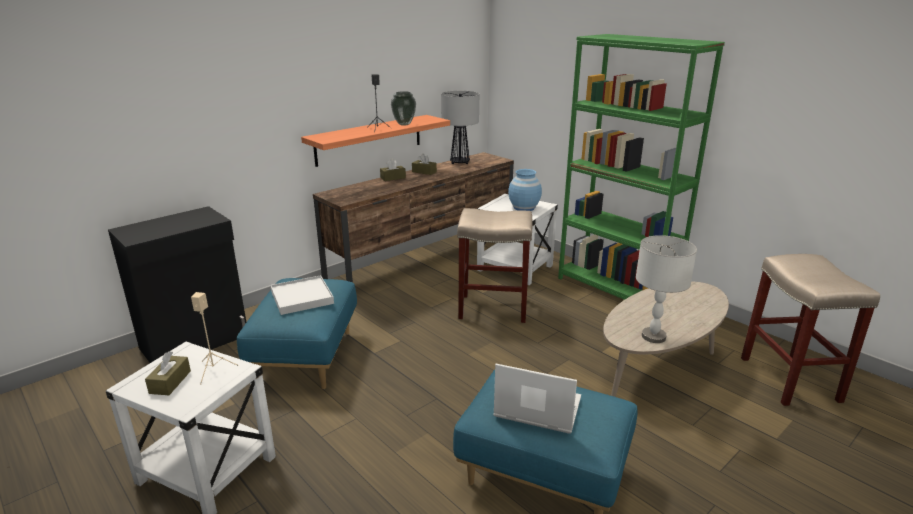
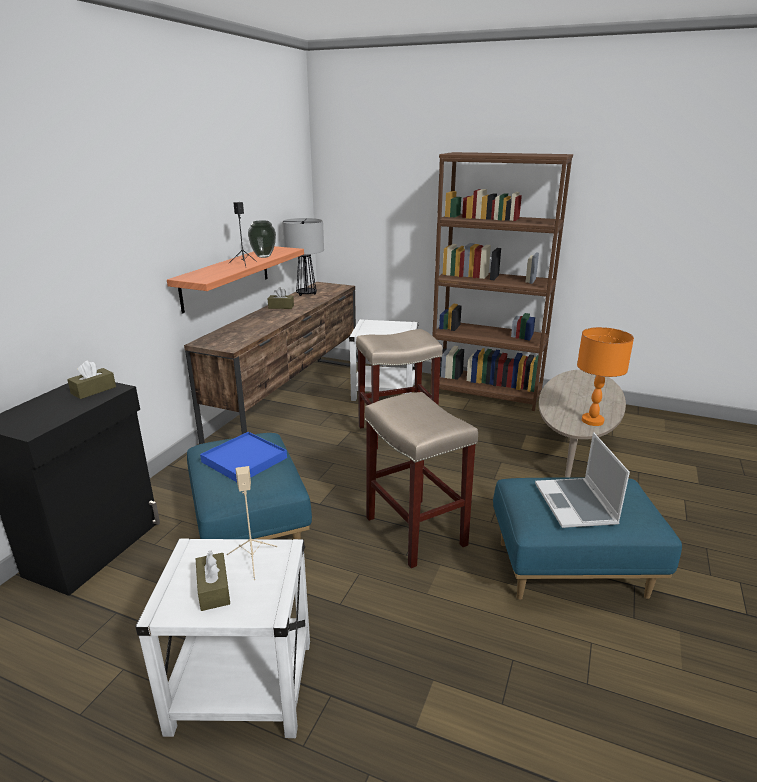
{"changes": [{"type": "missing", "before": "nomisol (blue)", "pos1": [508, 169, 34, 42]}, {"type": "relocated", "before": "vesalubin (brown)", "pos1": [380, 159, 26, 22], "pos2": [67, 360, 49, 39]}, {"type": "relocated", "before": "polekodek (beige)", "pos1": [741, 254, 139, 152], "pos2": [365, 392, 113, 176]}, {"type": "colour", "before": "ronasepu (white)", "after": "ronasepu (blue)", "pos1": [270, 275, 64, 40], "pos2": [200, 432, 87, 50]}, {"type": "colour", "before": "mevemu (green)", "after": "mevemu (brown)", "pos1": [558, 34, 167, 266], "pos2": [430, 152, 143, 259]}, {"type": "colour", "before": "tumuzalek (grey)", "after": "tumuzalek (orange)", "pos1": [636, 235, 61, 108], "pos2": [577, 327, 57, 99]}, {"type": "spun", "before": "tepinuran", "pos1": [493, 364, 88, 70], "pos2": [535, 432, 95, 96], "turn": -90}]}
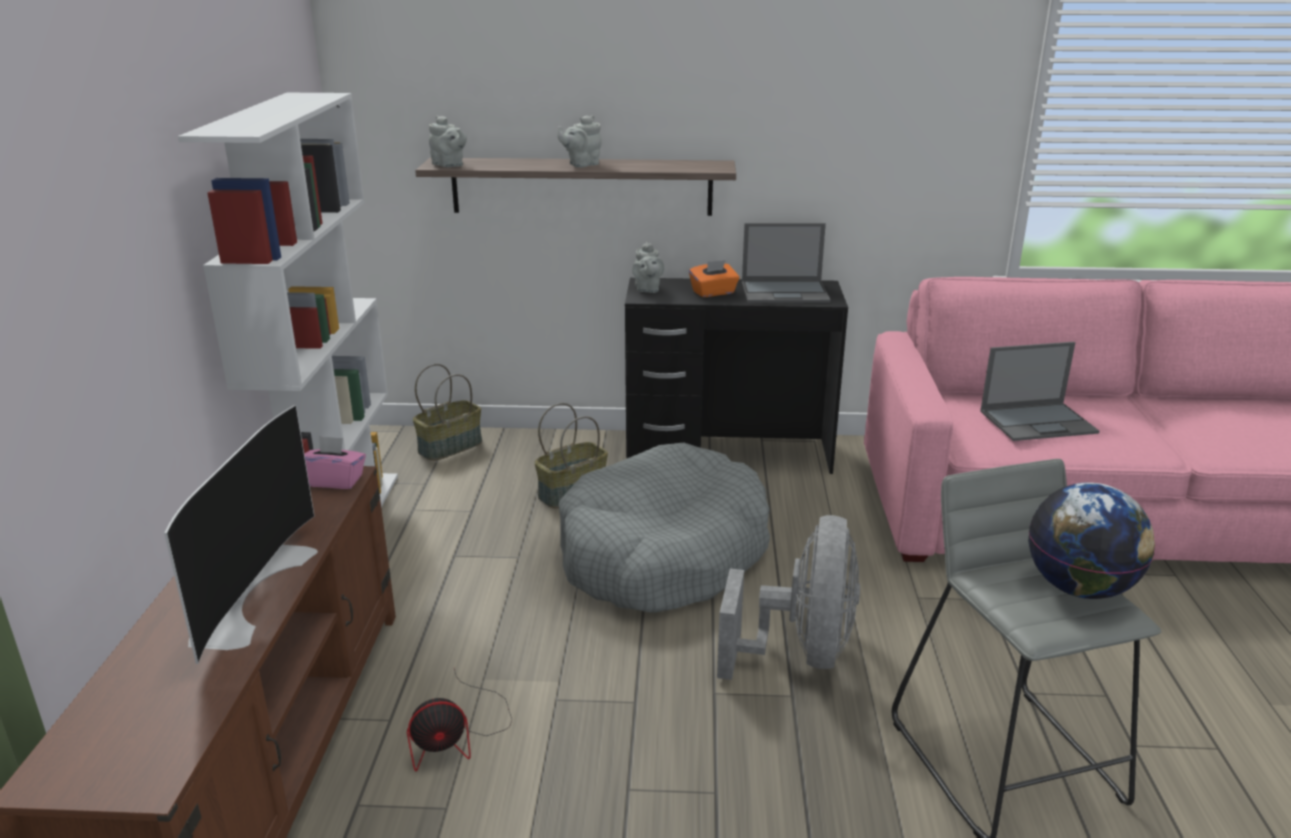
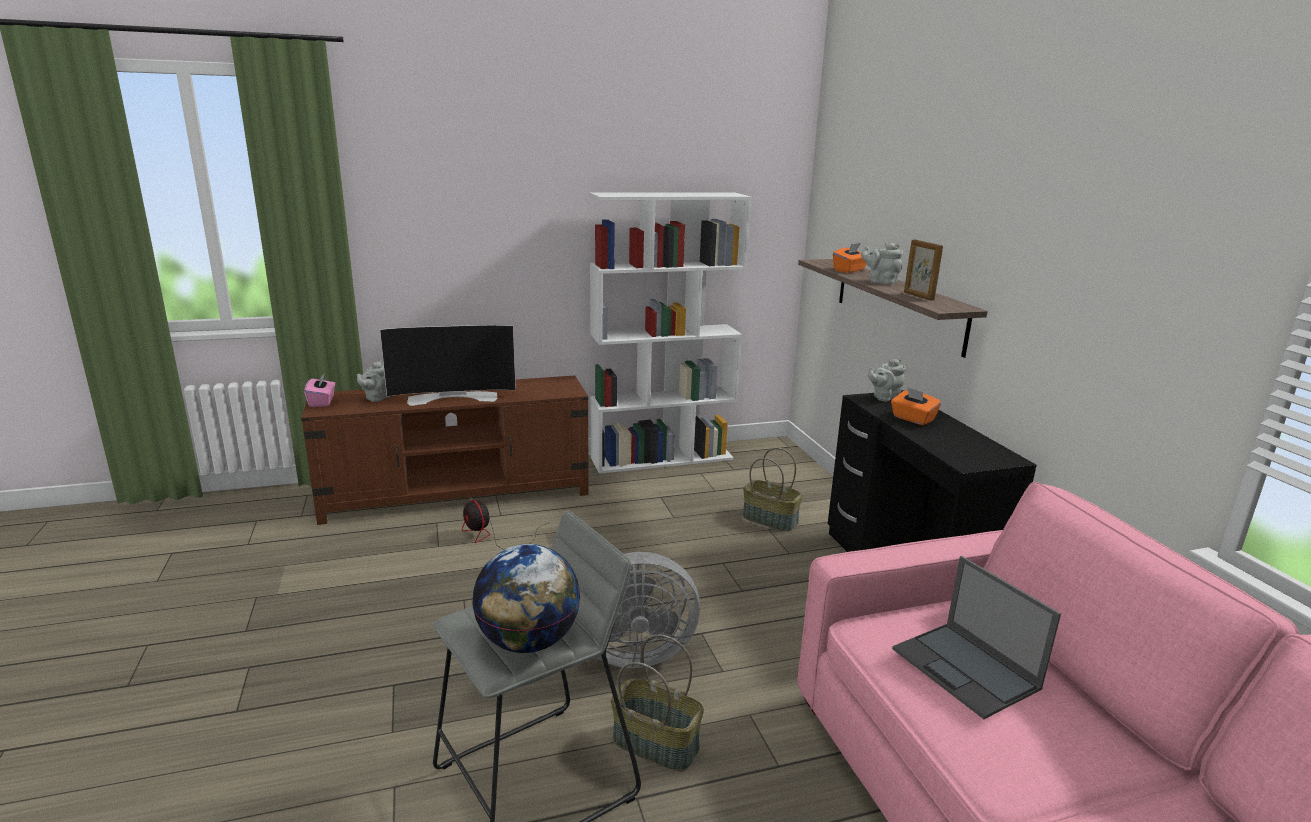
{"changes": [{"type": "missing", "before": "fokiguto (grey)", "pos1": [558, 443, 212, 169]}, {"type": "missing", "before": "tepinuran", "pos1": [742, 223, 89, 80]}, {"type": "appeared", "after": "vesalubin (orange)", "pos2": [833, 243, 33, 30]}, {"type": "appeared", "after": "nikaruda", "pos2": [904, 240, 39, 61]}, {"type": "relocated", "before": "vesalubin (pink)", "pos1": [304, 436, 62, 53], "pos2": [304, 373, 31, 34]}, {"type": "relocated", "before": "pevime", "pos1": [413, 364, 69, 97], "pos2": [611, 634, 93, 138]}, {"type": "relocated", "before": "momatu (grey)", "pos1": [429, 116, 38, 51], "pos2": [357, 361, 33, 41]}]}
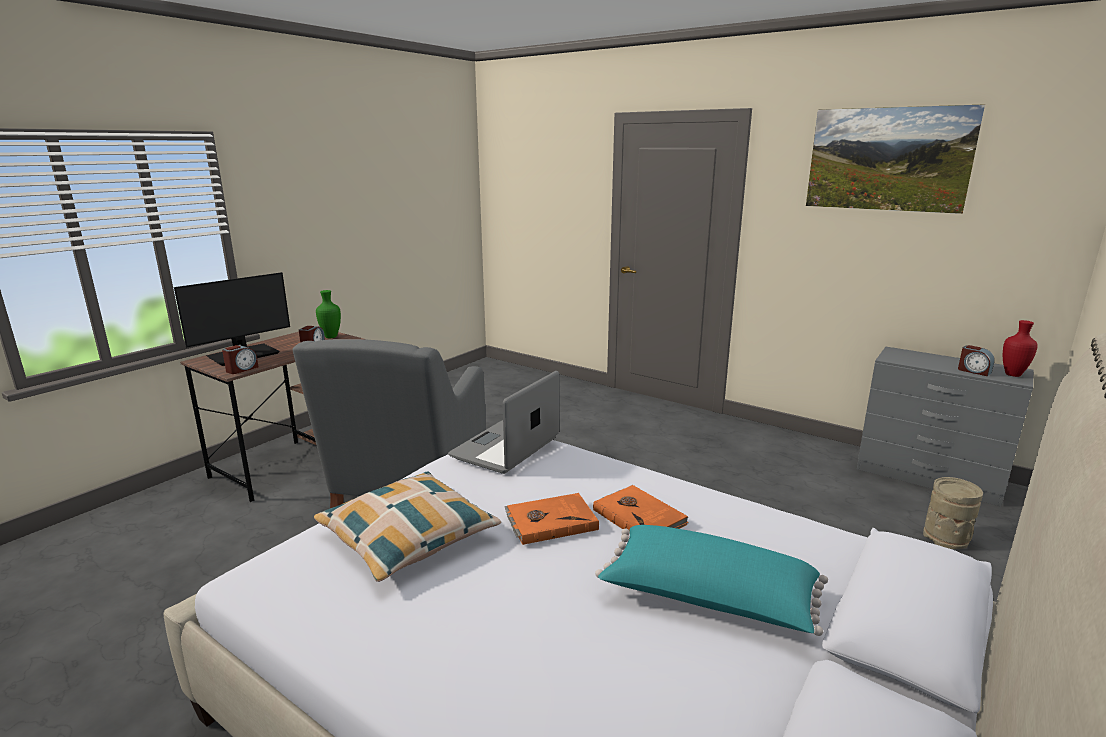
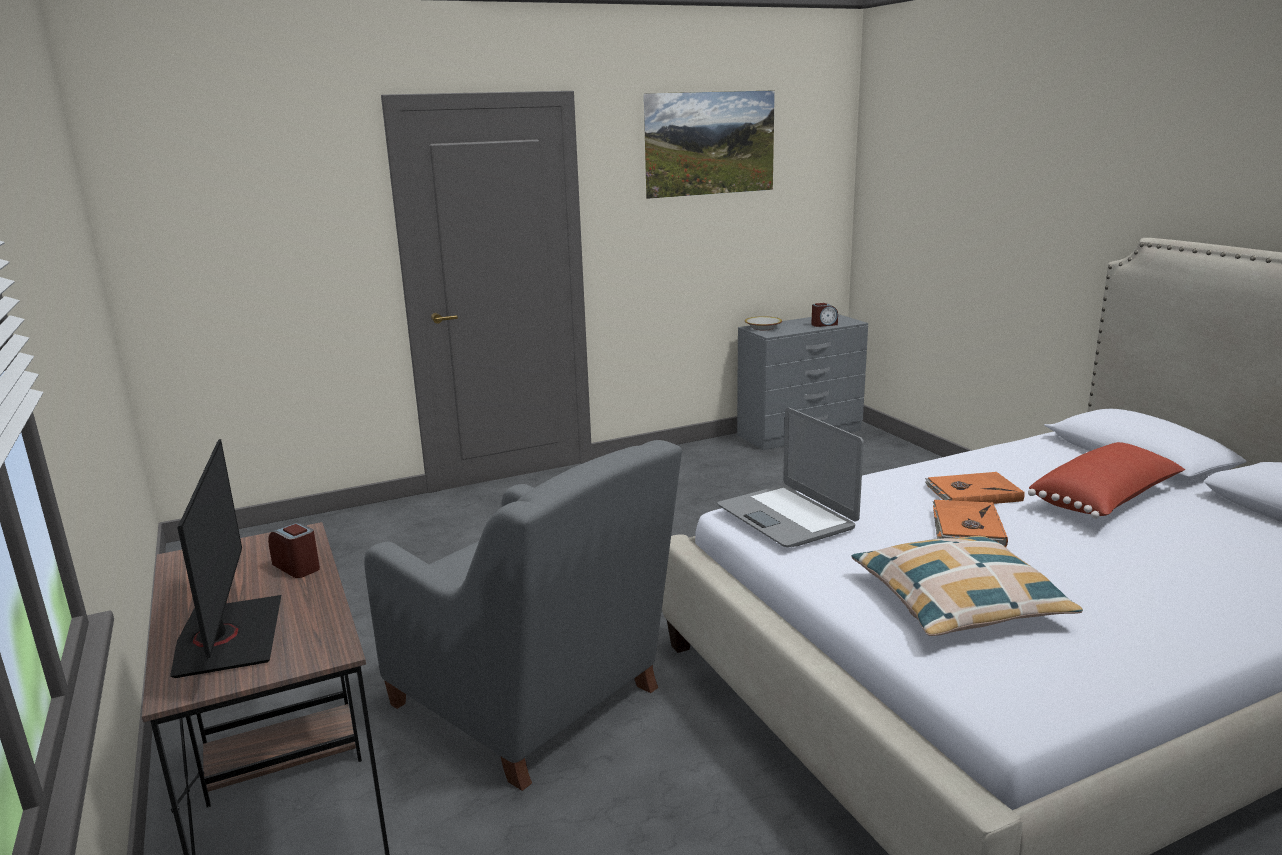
{"changes": [{"type": "missing", "before": "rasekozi", "pos1": [222, 345, 36, 29]}, {"type": "missing", "before": "nomisol (green)", "pos1": [316, 290, 25, 48]}, {"type": "missing", "before": "nomisol (beige)", "pos1": [923, 477, 60, 72]}, {"type": "missing", "before": "nomisol (red)", "pos1": [1003, 320, 35, 57]}, {"type": "appeared", "after": "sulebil", "pos2": [745, 316, 37, 14]}, {"type": "colour", "before": "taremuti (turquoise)", "after": "taremuti (red)", "pos1": [595, 525, 233, 111], "pos2": [1028, 442, 157, 77]}]}
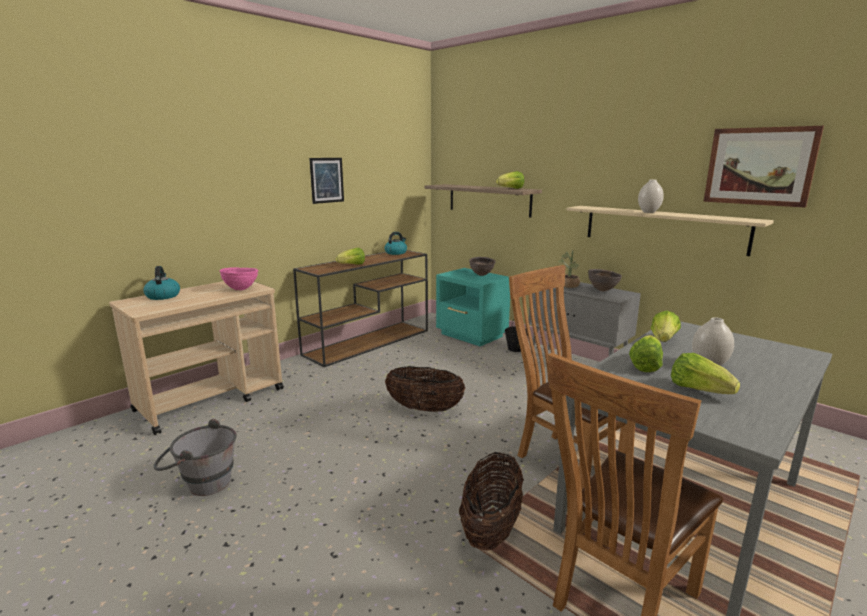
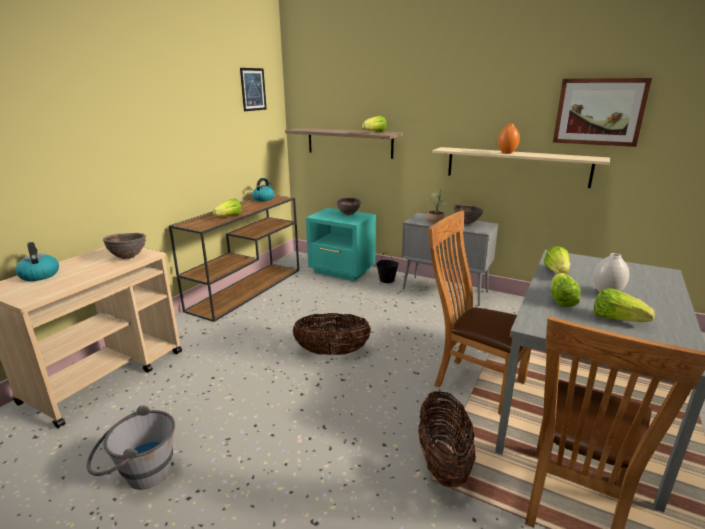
{"changes": [{"type": "relocated", "before": "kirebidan", "pos1": [309, 158, 35, 46], "pos2": [240, 68, 27, 43]}, {"type": "colour", "before": "sulebil (pink)", "after": "sulebil (brown)", "pos1": [220, 267, 38, 23], "pos2": [103, 233, 43, 26]}, {"type": "colour", "before": "nomisol (white)", "after": "nomisol (orange)", "pos1": [638, 180, 26, 33], "pos2": [498, 124, 22, 30]}]}
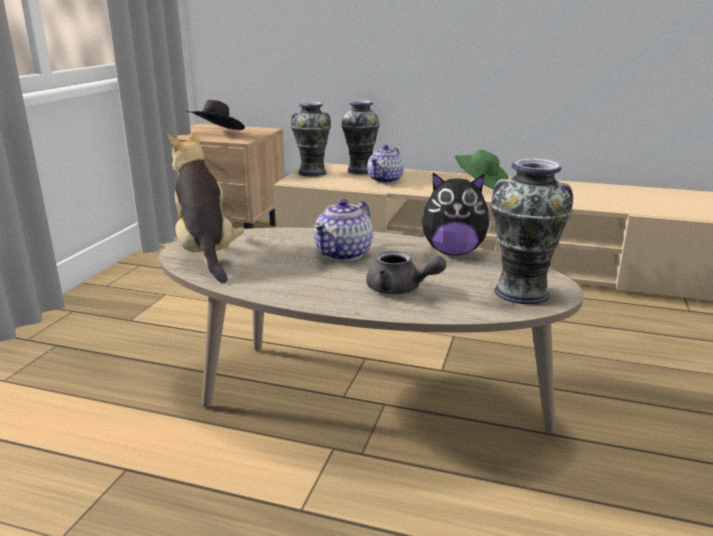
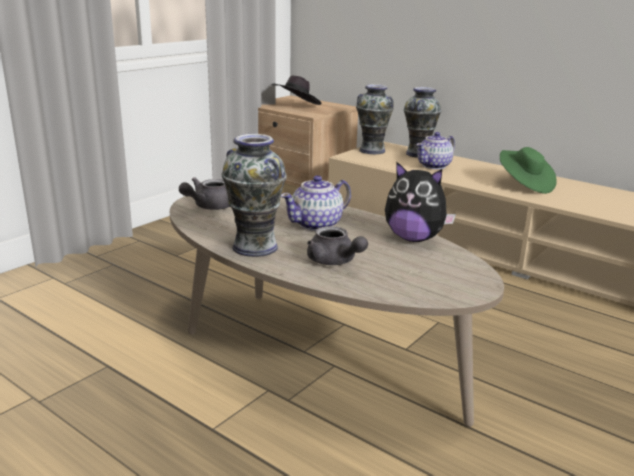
{"changes": [{"type": "relocated", "before": "nomisol", "pos1": [490, 159, 83, 145], "pos2": [221, 134, 66, 123]}, {"type": "exchanged", "before": "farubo", "after": "momatu (grey)", "pos1": [167, 132, 77, 151], "pos2": [179, 177, 51, 33]}]}
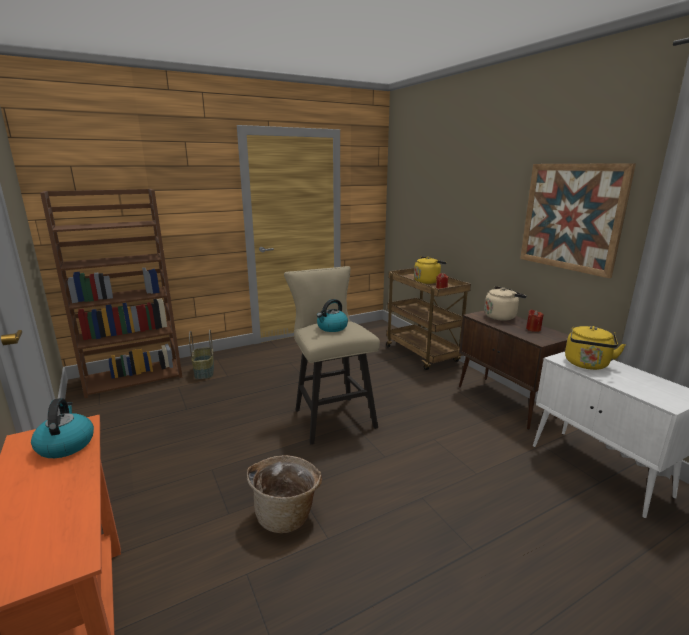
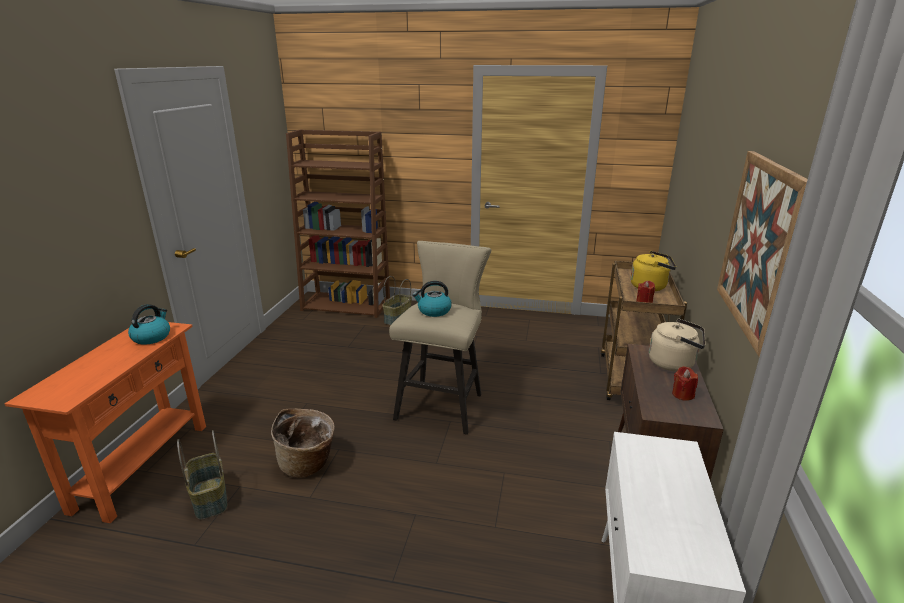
{"changes": [{"type": "missing", "before": "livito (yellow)", "pos1": [565, 326, 61, 44]}, {"type": "appeared", "after": "pevime", "pos2": [177, 430, 50, 90]}]}
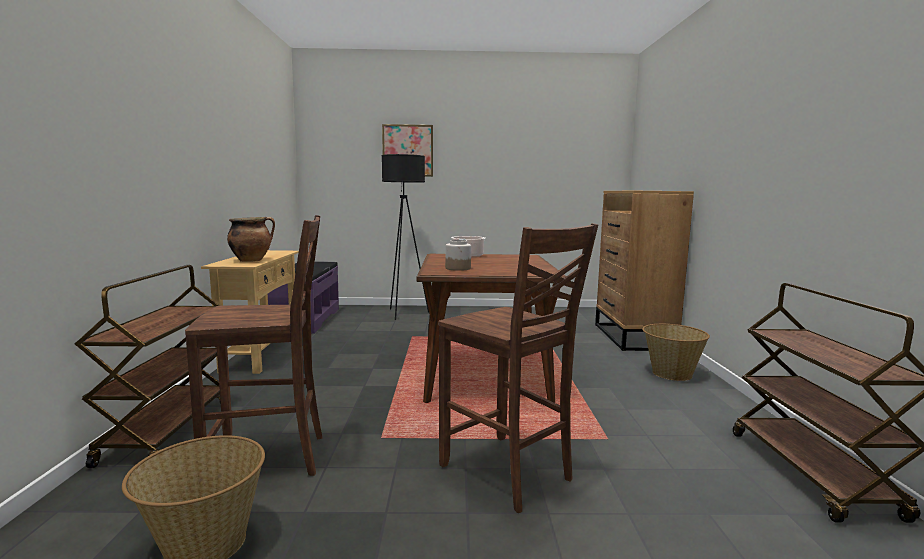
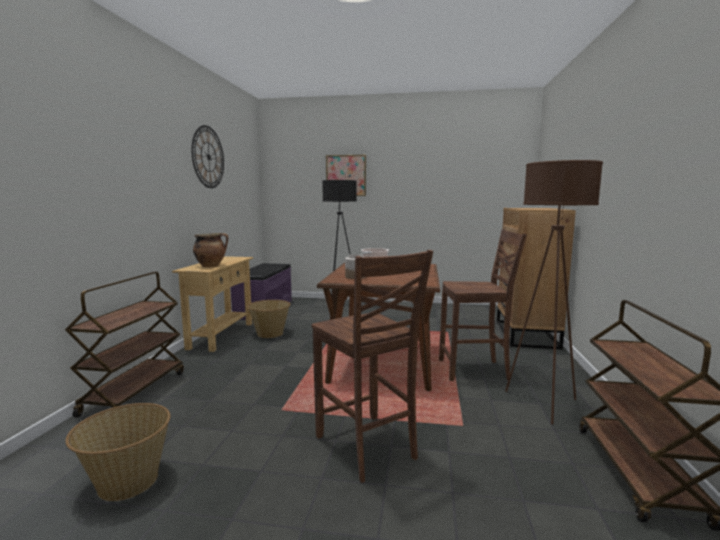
{"changes": [{"type": "appeared", "after": "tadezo", "pos2": [192, 125, 32, 63]}, {"type": "appeared", "after": "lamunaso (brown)", "pos2": [505, 160, 98, 264]}, {"type": "relocated", "before": "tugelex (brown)", "pos1": [185, 215, 137, 261], "pos2": [439, 229, 88, 152]}, {"type": "relocated", "before": "pevime", "pos1": [642, 324, 68, 57], "pos2": [247, 300, 44, 38]}]}
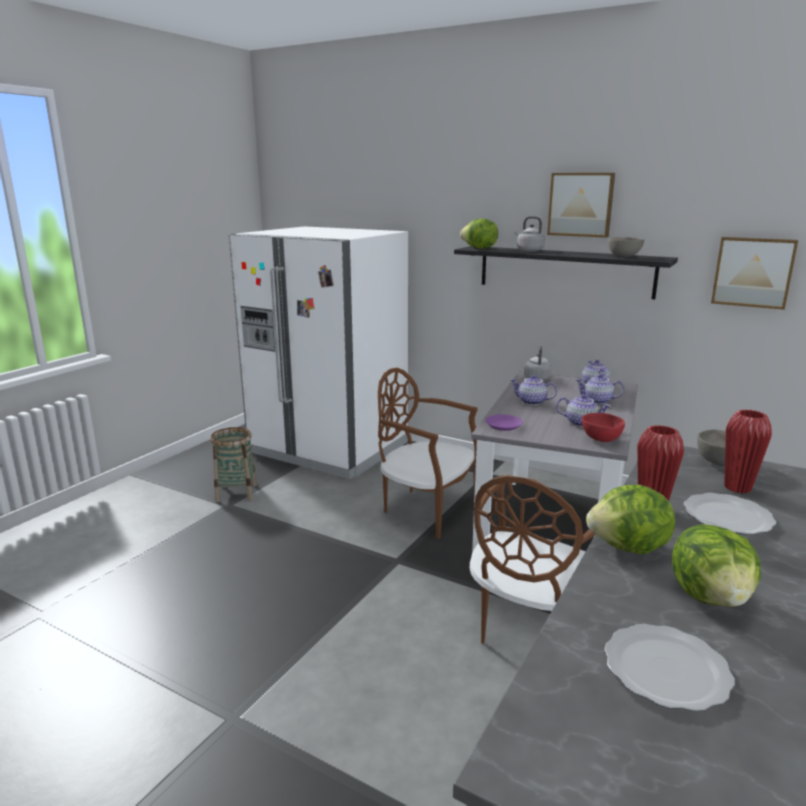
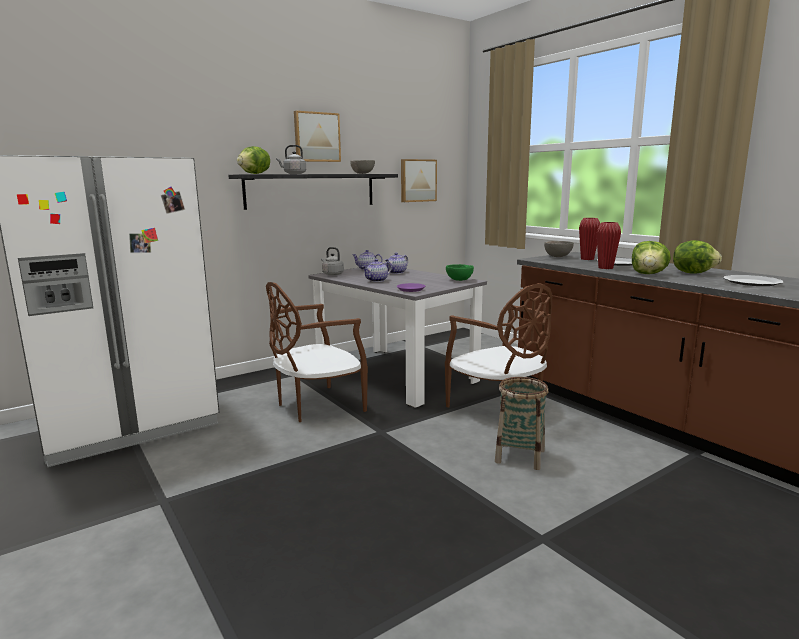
{"changes": [{"type": "missing", "before": "momatu", "pos1": [556, 394, 54, 33]}, {"type": "relocated", "before": "pevime", "pos1": [210, 427, 47, 75], "pos2": [495, 377, 53, 93]}, {"type": "colour", "before": "sulebil (red)", "after": "sulebil (green)", "pos1": [582, 413, 43, 29], "pos2": [446, 264, 28, 17]}]}
